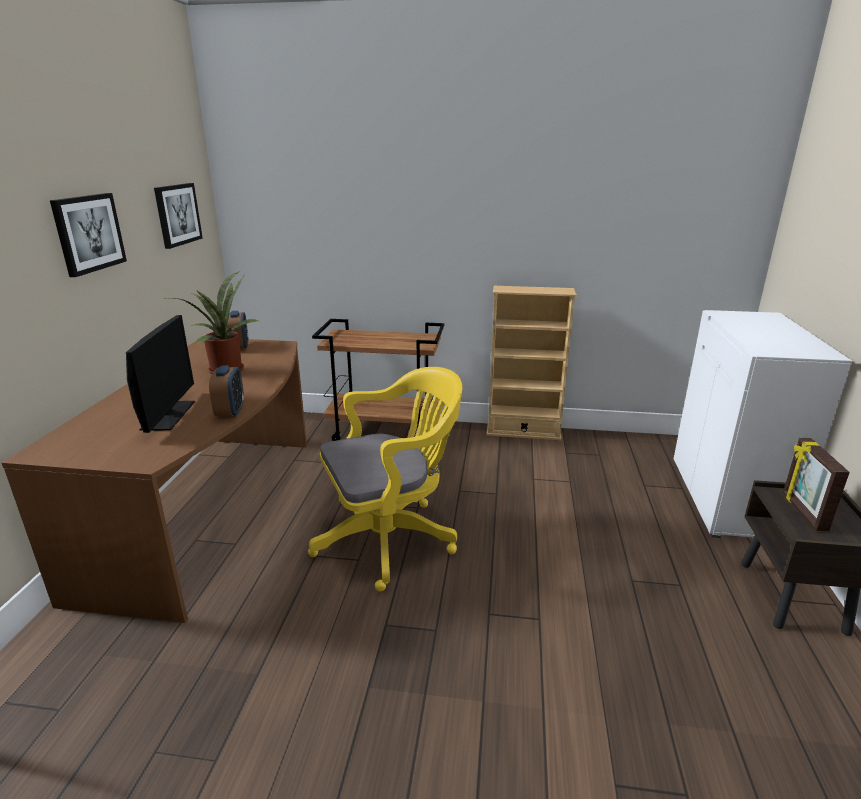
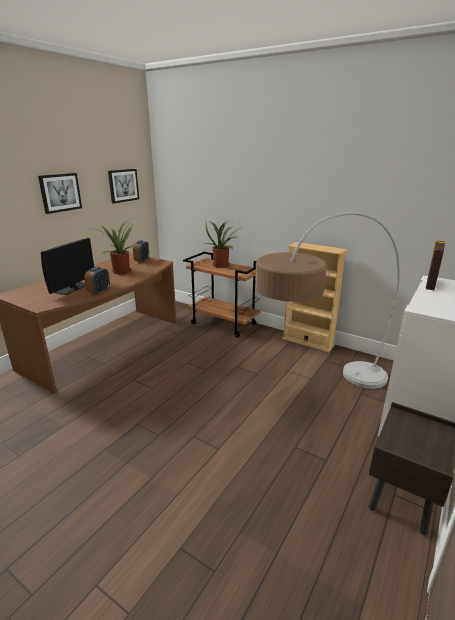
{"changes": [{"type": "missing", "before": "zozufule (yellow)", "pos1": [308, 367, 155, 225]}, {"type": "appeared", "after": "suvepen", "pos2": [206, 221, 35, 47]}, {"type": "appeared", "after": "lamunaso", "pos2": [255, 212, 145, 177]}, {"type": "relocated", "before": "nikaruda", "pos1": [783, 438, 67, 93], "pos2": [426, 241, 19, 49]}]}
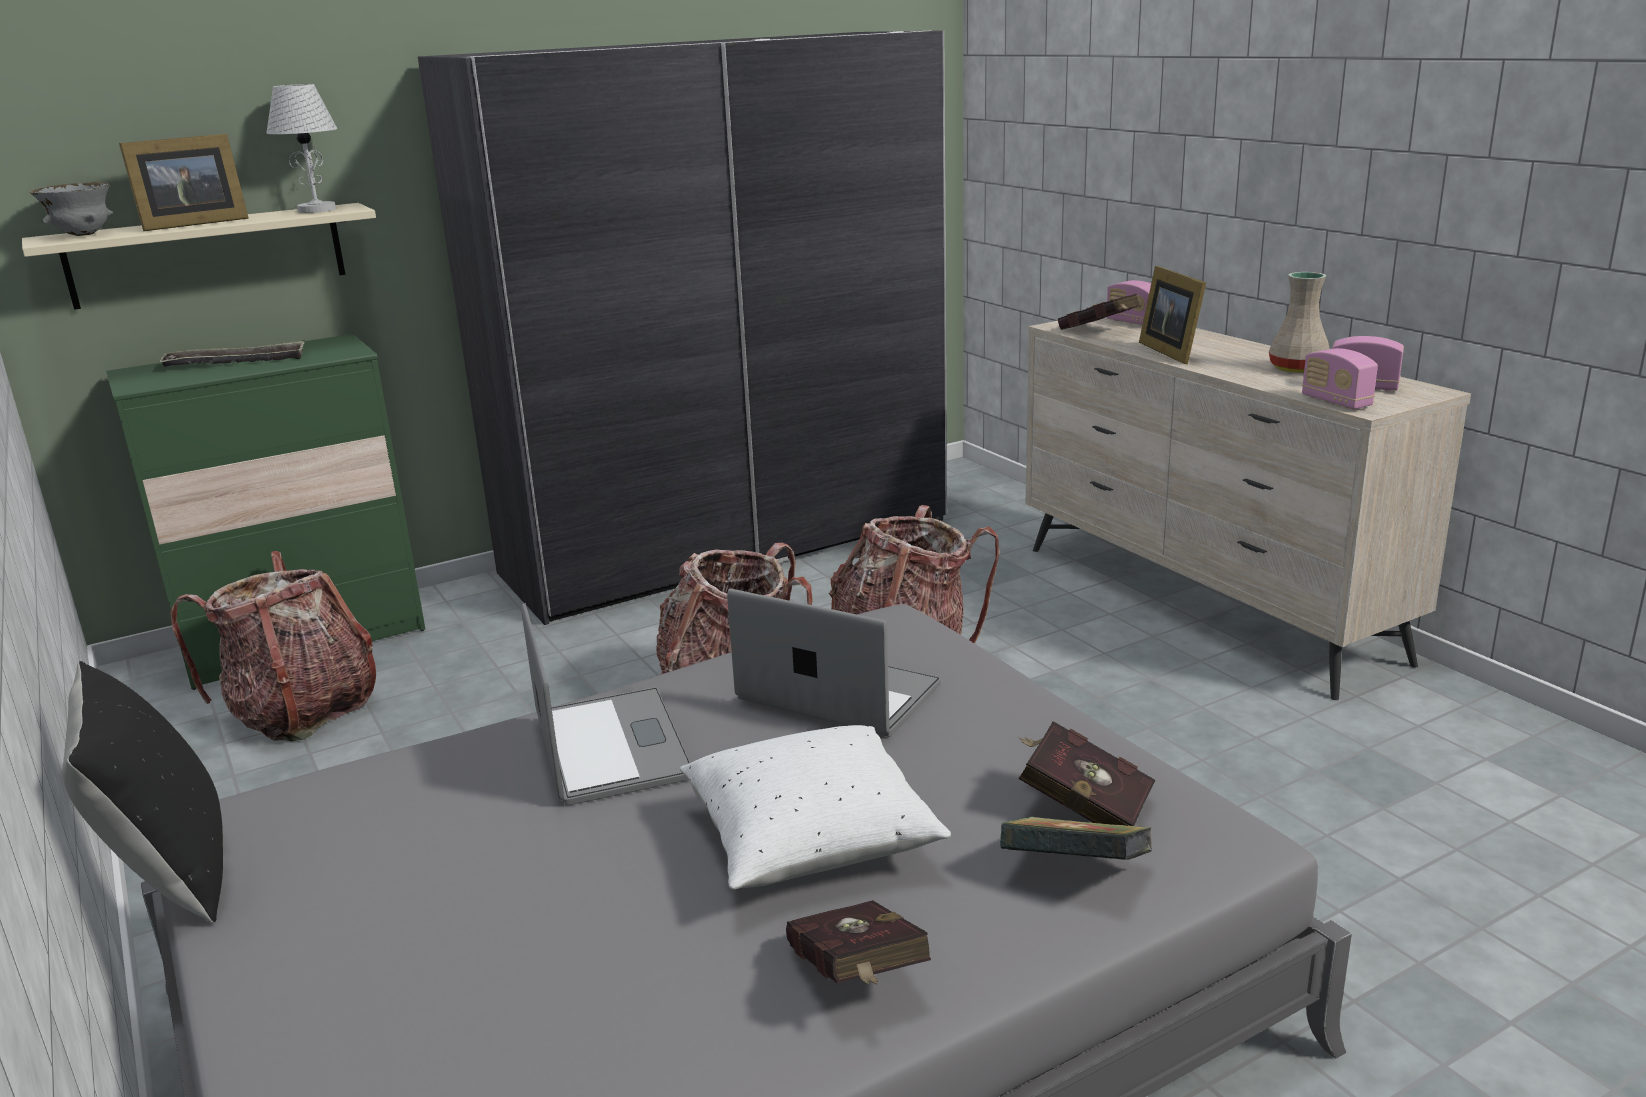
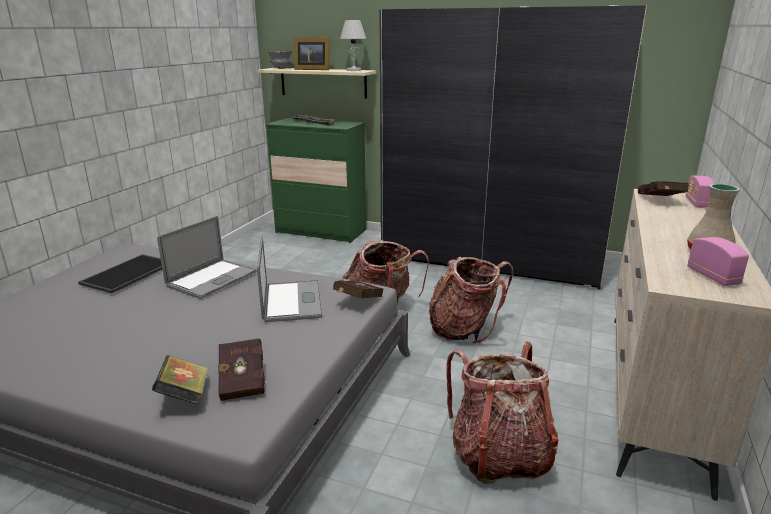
{"changes": [{"type": "missing", "before": "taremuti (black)", "pos1": [62, 661, 161, 262]}, {"type": "missing", "before": "taremuti (white)", "pos1": [680, 725, 271, 165]}, {"type": "missing", "before": "nikaruda", "pos1": [1139, 266, 67, 98]}, {"type": "missing", "before": "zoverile", "pos1": [1302, 348, 76, 61]}, {"type": "appeared", "after": "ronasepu", "pos2": [78, 254, 84, 39]}, {"type": "relocated", "before": "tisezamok", "pos1": [170, 551, 206, 190], "pos2": [446, 341, 112, 143]}, {"type": "relocated", "before": "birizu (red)", "pos1": [786, 900, 145, 84], "pos2": [333, 280, 50, 18]}]}
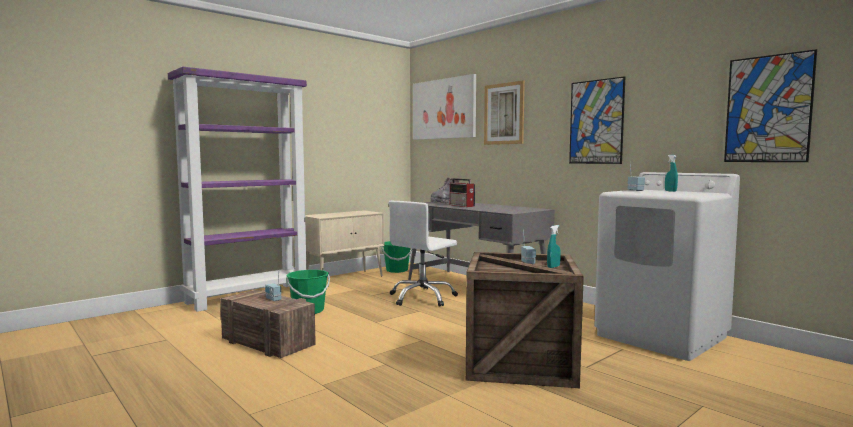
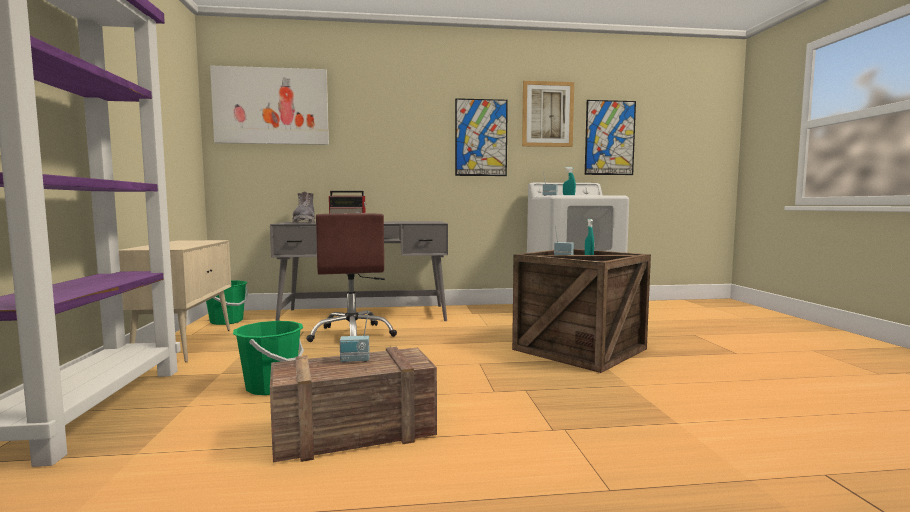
{"changes": [{"type": "relocated", "before": "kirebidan", "pos1": [484, 80, 41, 65], "pos2": [522, 81, 52, 66]}, {"type": "colour", "before": "zozufule (white)", "after": "zozufule (brown)", "pos1": [389, 201, 69, 106], "pos2": [306, 213, 91, 129]}]}
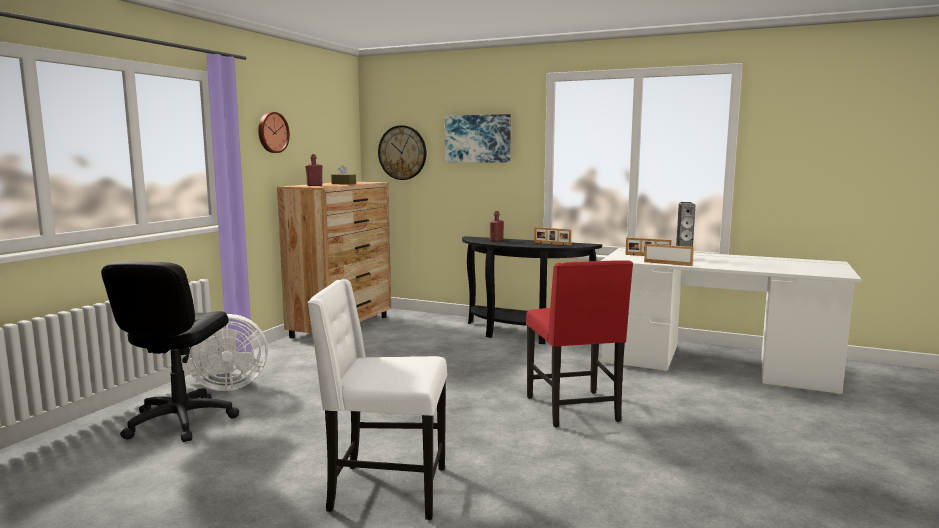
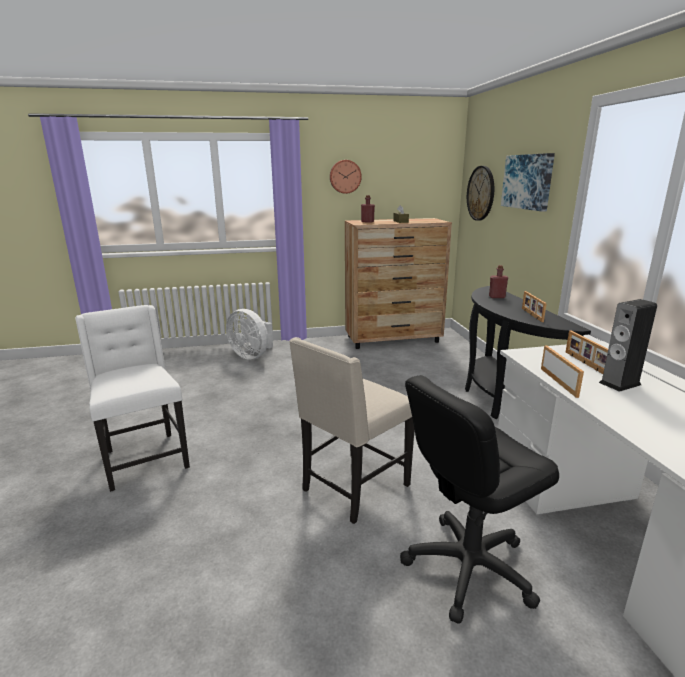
{"changes": [{"type": "relocated", "before": "zozufule (black)", "pos1": [101, 261, 138, 181], "pos2": [400, 375, 159, 249]}, {"type": "colour", "before": "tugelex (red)", "after": "tugelex (beige)", "pos1": [526, 260, 107, 168], "pos2": [289, 337, 126, 187]}]}
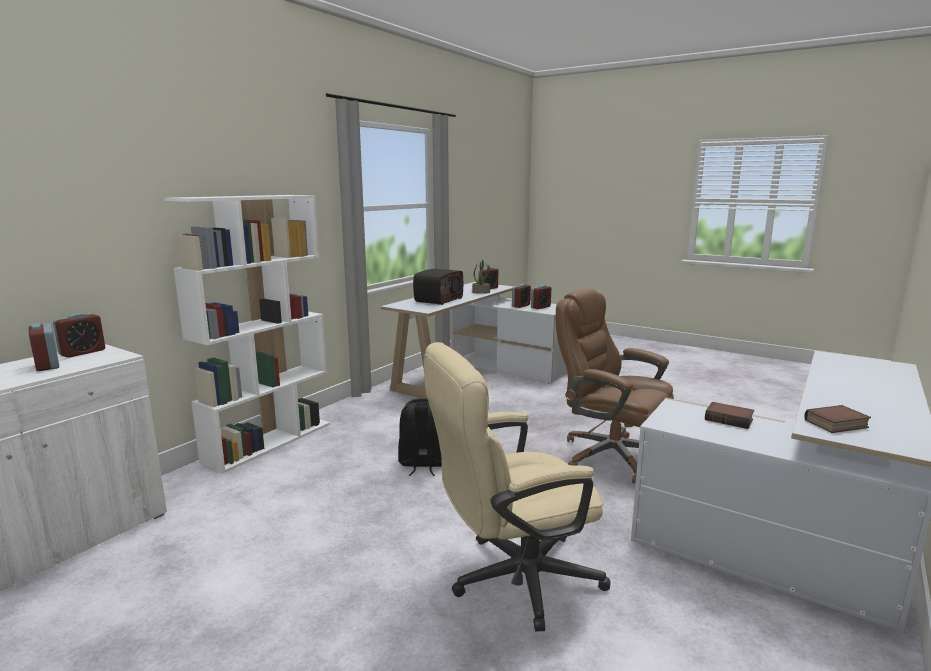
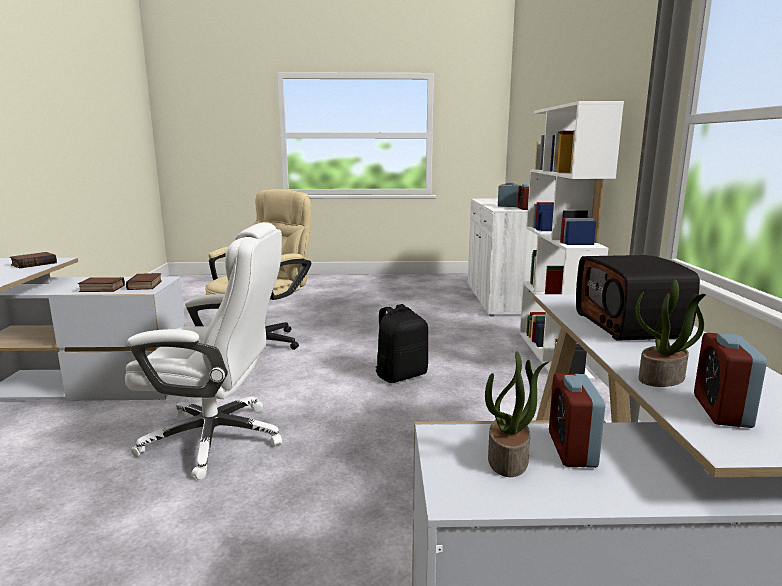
{"changes": [{"type": "appeared", "after": "birizu", "pos2": [126, 273, 36, 17]}, {"type": "exchanged", "before": "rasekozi", "after": "suvepen", "pos1": [531, 285, 20, 24], "pos2": [485, 351, 64, 126]}, {"type": "colour", "before": "zozufule (brown)", "after": "zozufule (white)", "pos1": [556, 288, 118, 195], "pos2": [125, 222, 157, 258]}]}
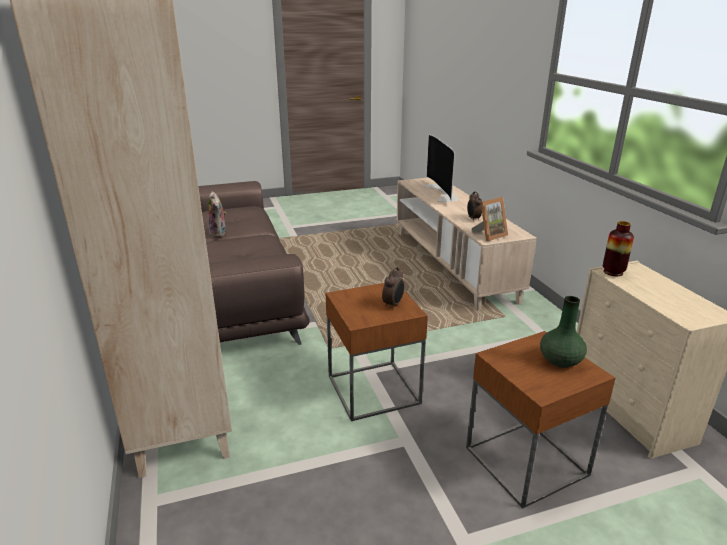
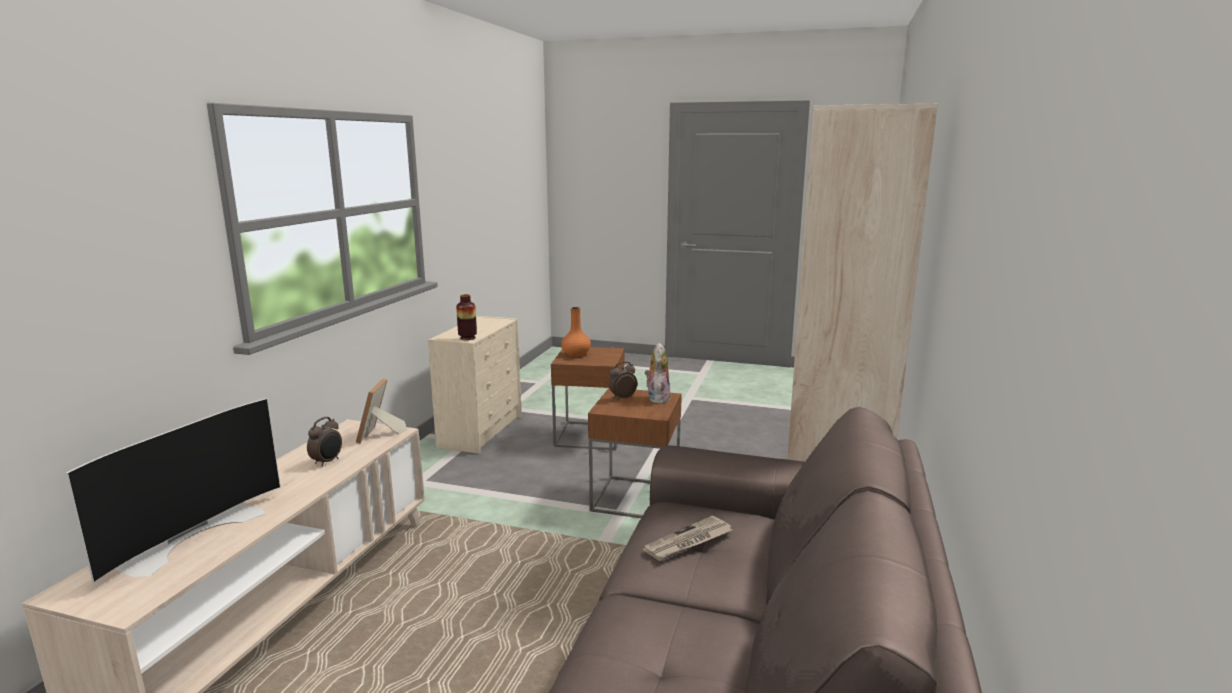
{"changes": [{"type": "appeared", "after": "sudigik", "pos2": [643, 515, 89, 46]}, {"type": "relocated", "before": "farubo", "pos1": [208, 191, 19, 46], "pos2": [645, 343, 25, 61]}, {"type": "colour", "before": "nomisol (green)", "after": "nomisol (orange)", "pos1": [540, 296, 47, 72], "pos2": [561, 307, 30, 50]}, {"type": "spun", "before": "nikaruda", "pos1": [471, 197, 37, 44], "pos2": [356, 378, 51, 65], "turn": -90}]}
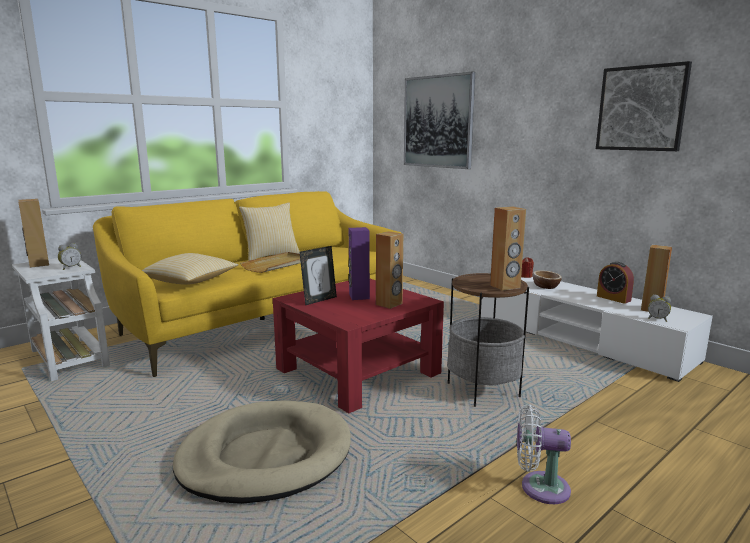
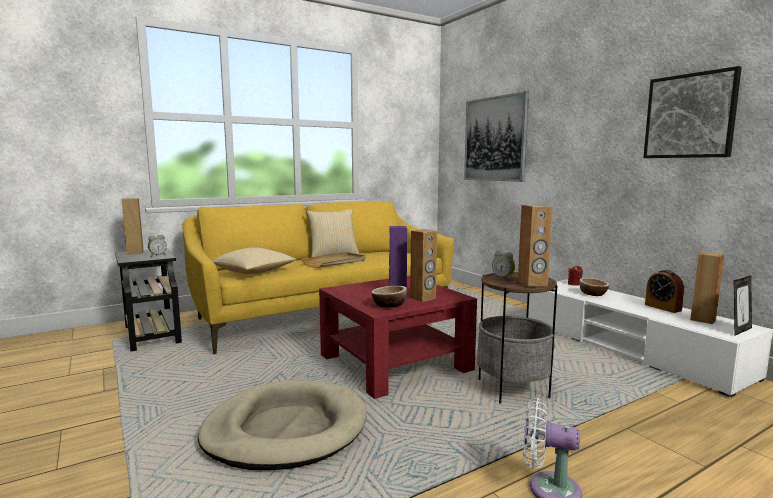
{"changes": [{"type": "appeared", "after": "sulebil", "pos2": [371, 286, 36, 22]}, {"type": "relocated", "before": "nikaruda", "pos1": [300, 246, 37, 59], "pos2": [734, 276, 18, 60]}, {"type": "relocated", "before": "rasekozi", "pos1": [648, 294, 23, 28], "pos2": [492, 251, 23, 30]}, {"type": "colour", "before": "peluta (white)", "after": "peluta (black)", "pos1": [12, 258, 98, 123], "pos2": [115, 248, 67, 104]}]}
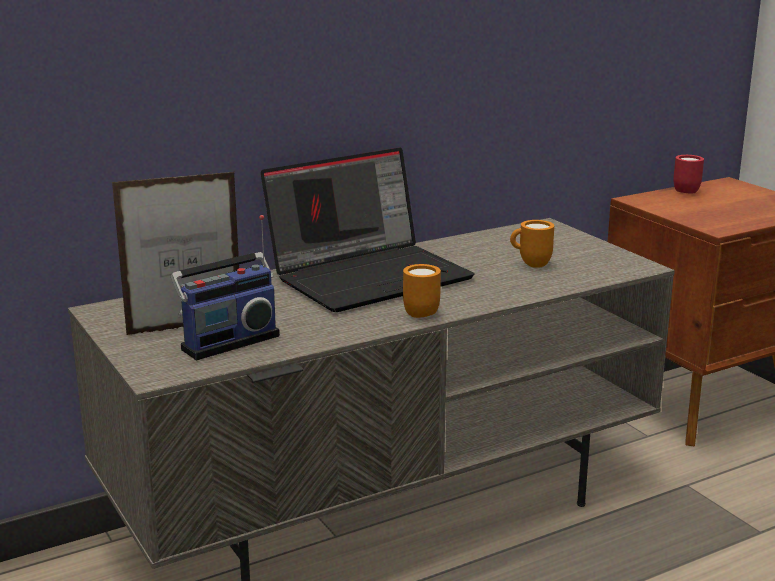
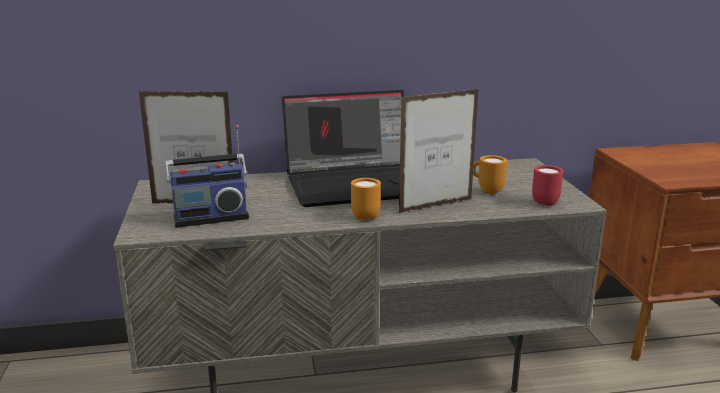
{"changes": [{"type": "appeared", "after": "nikaruda", "pos2": [399, 88, 80, 125]}, {"type": "relocated", "before": "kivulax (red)", "pos1": [673, 155, 31, 39], "pos2": [532, 165, 31, 41]}]}
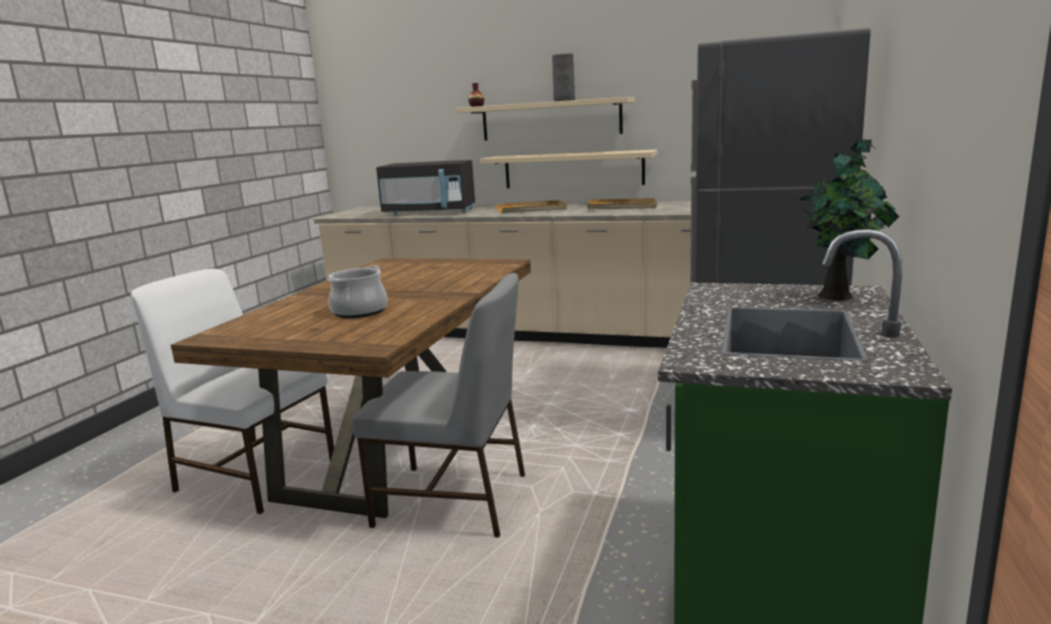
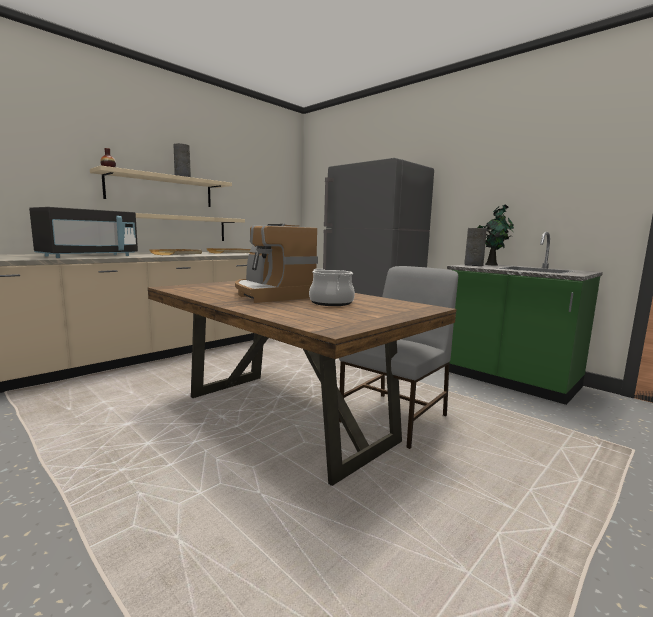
{"changes": [{"type": "missing", "before": "tugelex (white)", "pos1": [131, 269, 203, 245]}, {"type": "appeared", "after": "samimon", "pos2": [235, 224, 83, 79]}, {"type": "appeared", "after": "nomisol (grey)", "pos2": [464, 228, 23, 38]}]}
